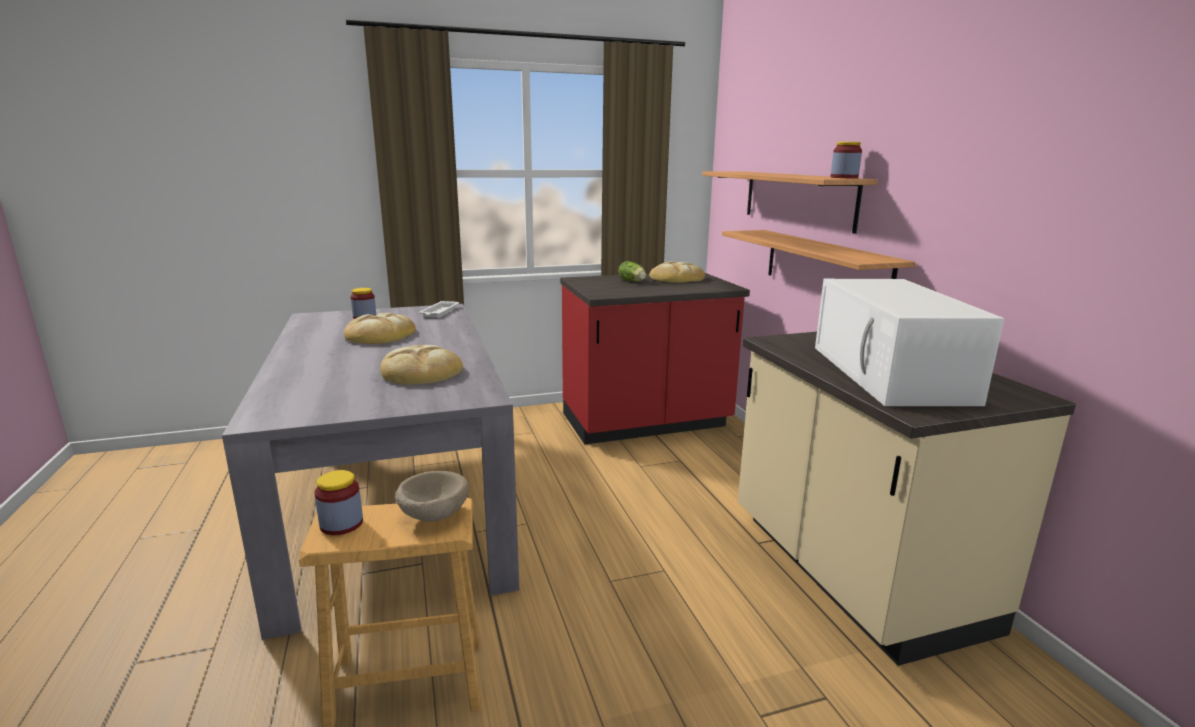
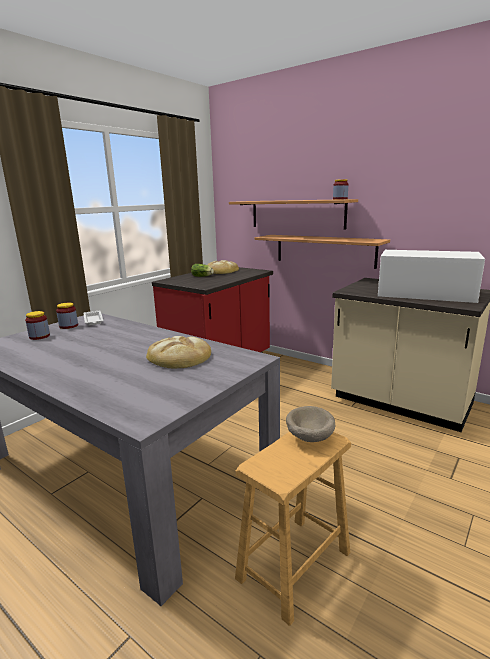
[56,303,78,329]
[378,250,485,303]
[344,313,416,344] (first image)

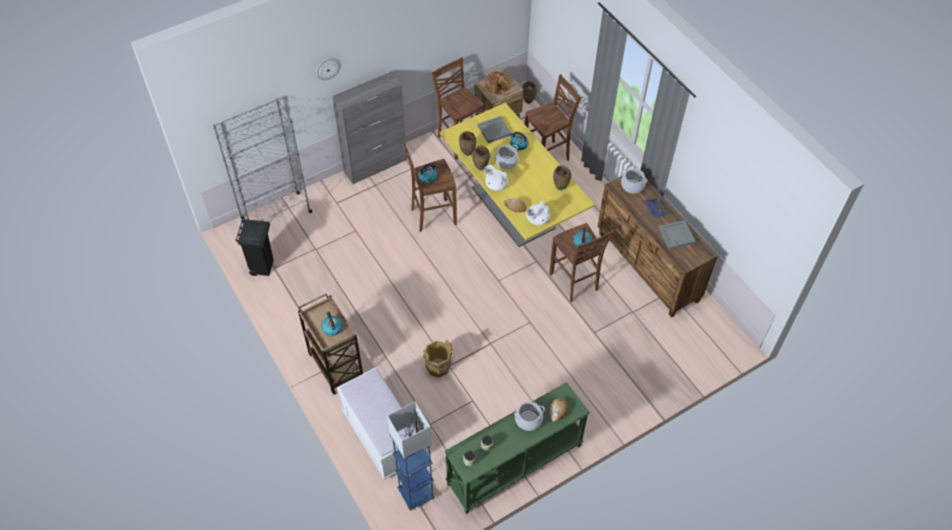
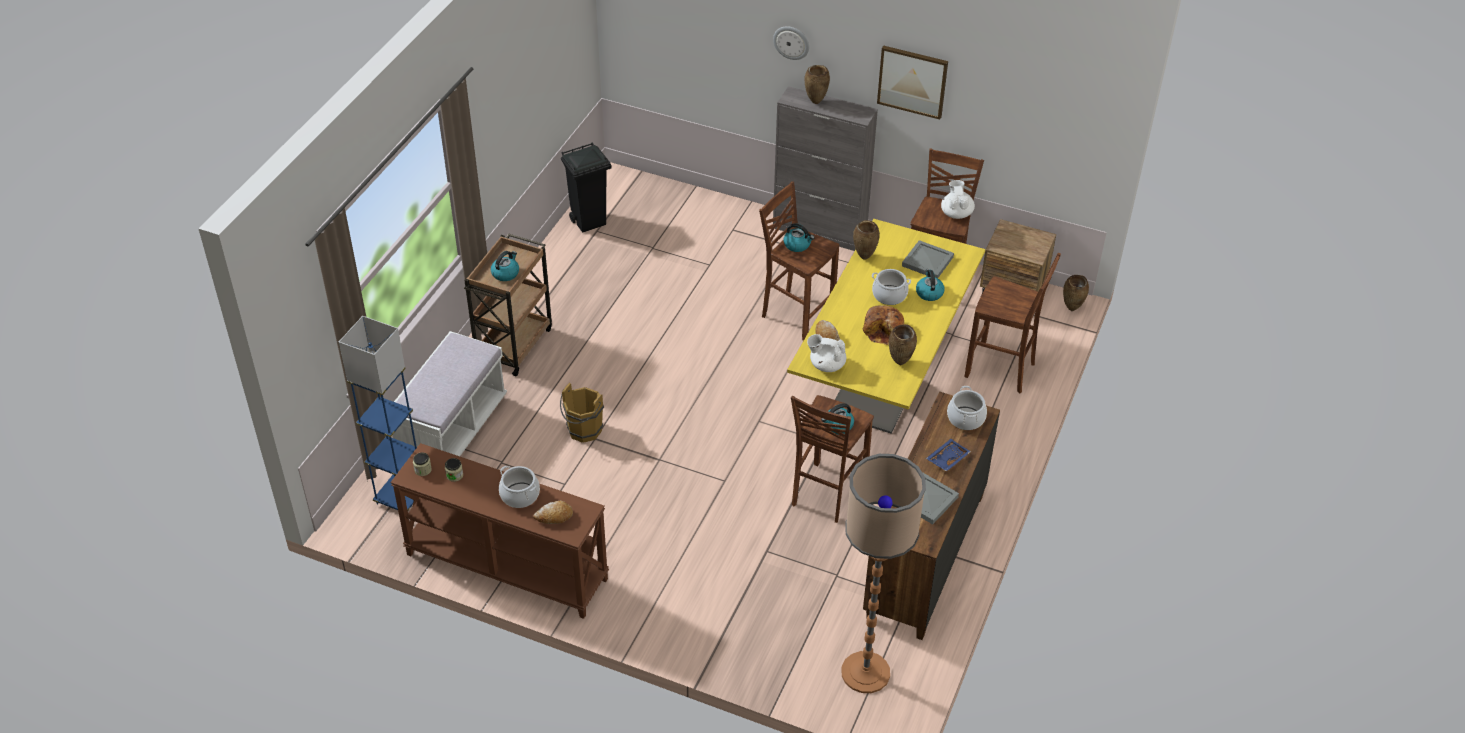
[390,443,609,619]
[805,65,830,104]
[842,454,926,693]
[863,305,904,345]
[877,45,948,120]
[941,180,975,219]
[213,99,312,221] (first image)

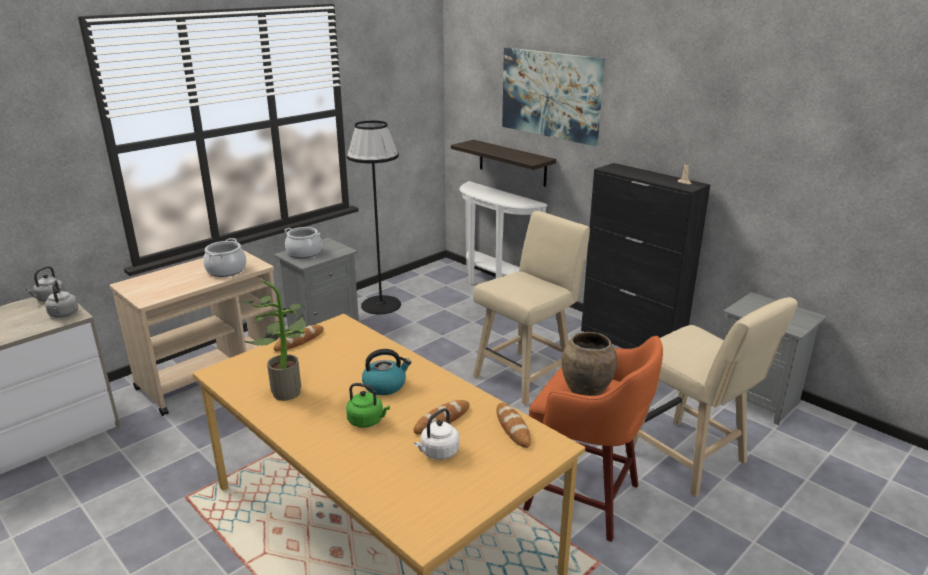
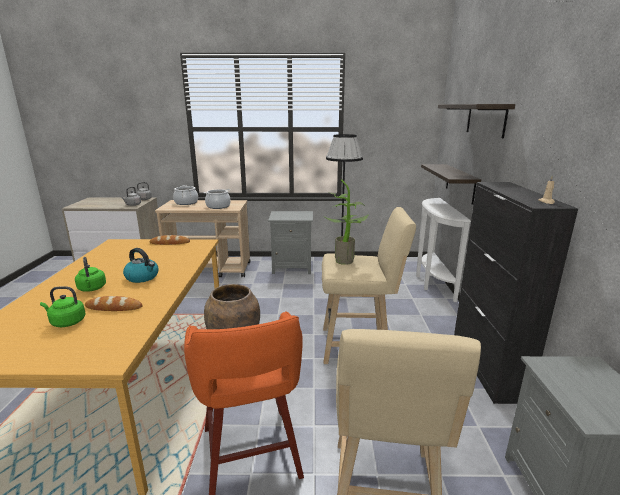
[40,286,85,327]
[173,185,198,205]
[324,180,369,265]
[438,104,515,138]
[496,403,531,448] (first image)

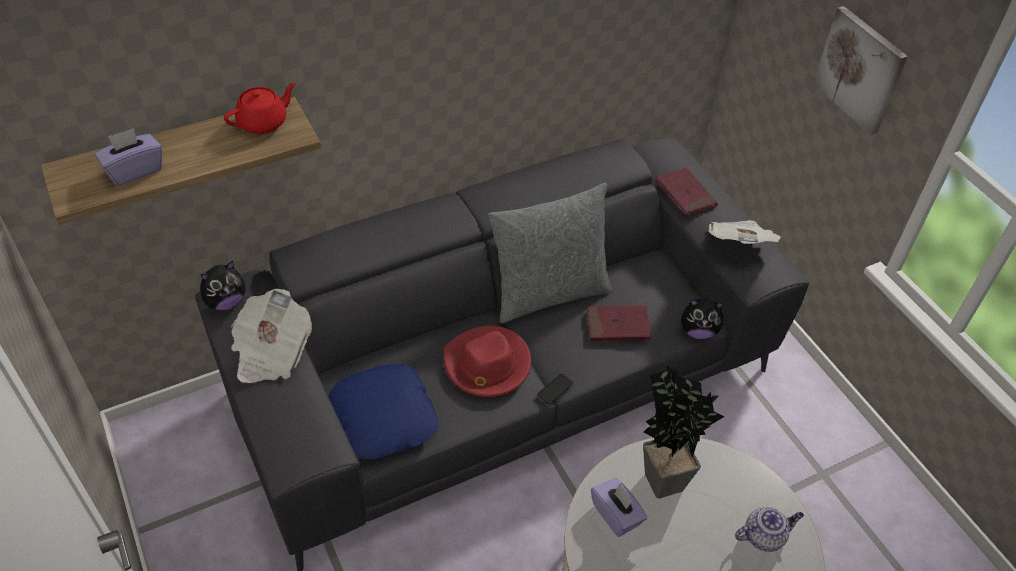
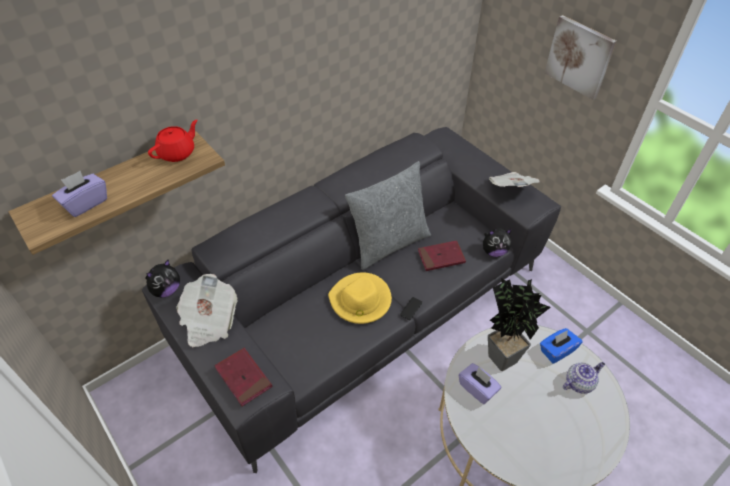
[214,348,272,406]
[328,272,392,324]
[540,328,583,364]
[329,364,439,459] (first image)

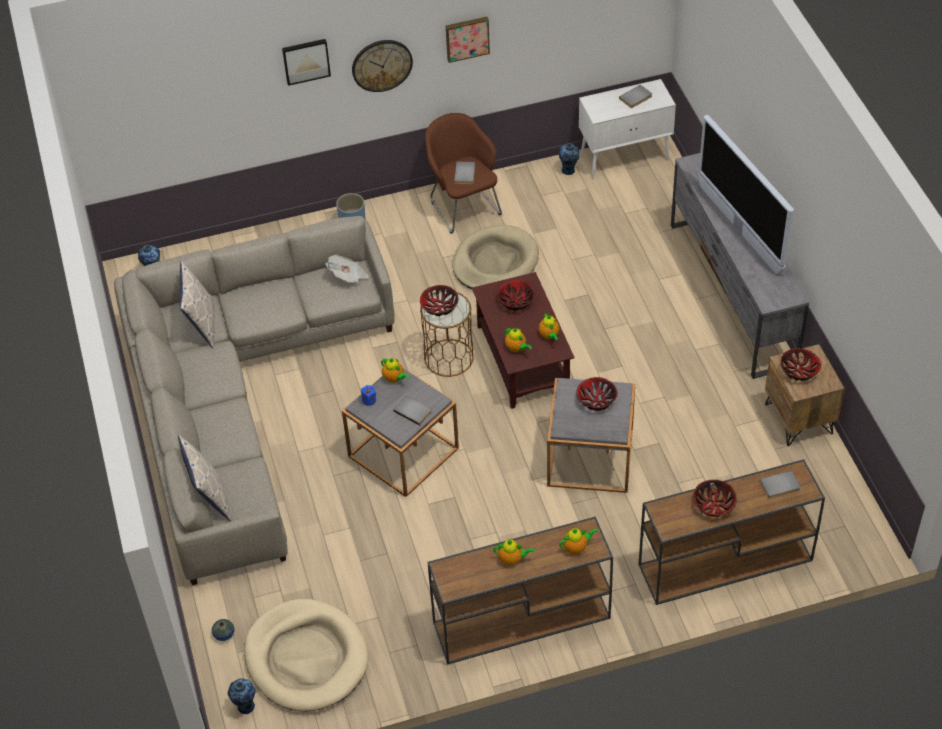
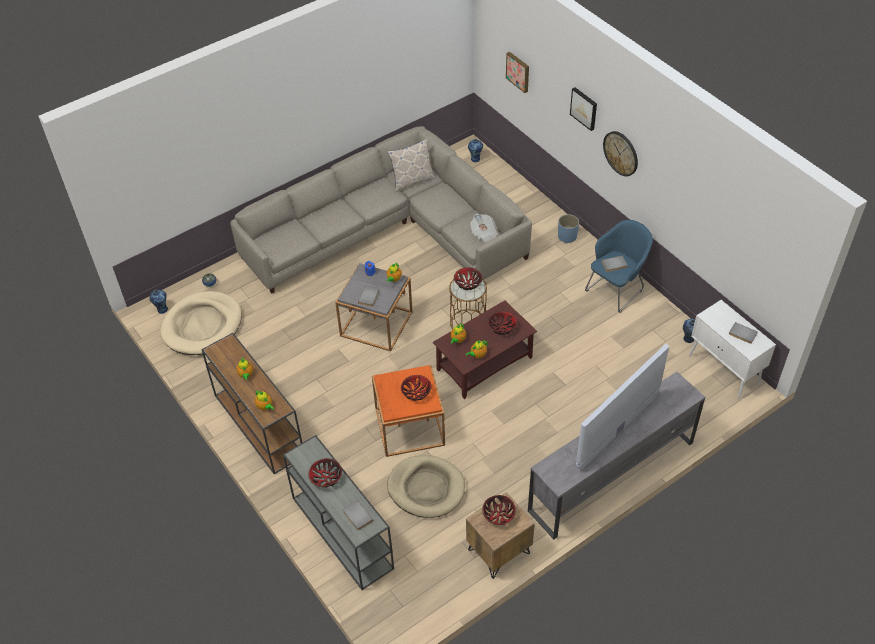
[283,435,394,590]
[372,365,445,457]
[387,455,465,518]
[506,52,529,93]
[585,220,653,313]
[178,435,231,521] (first image)

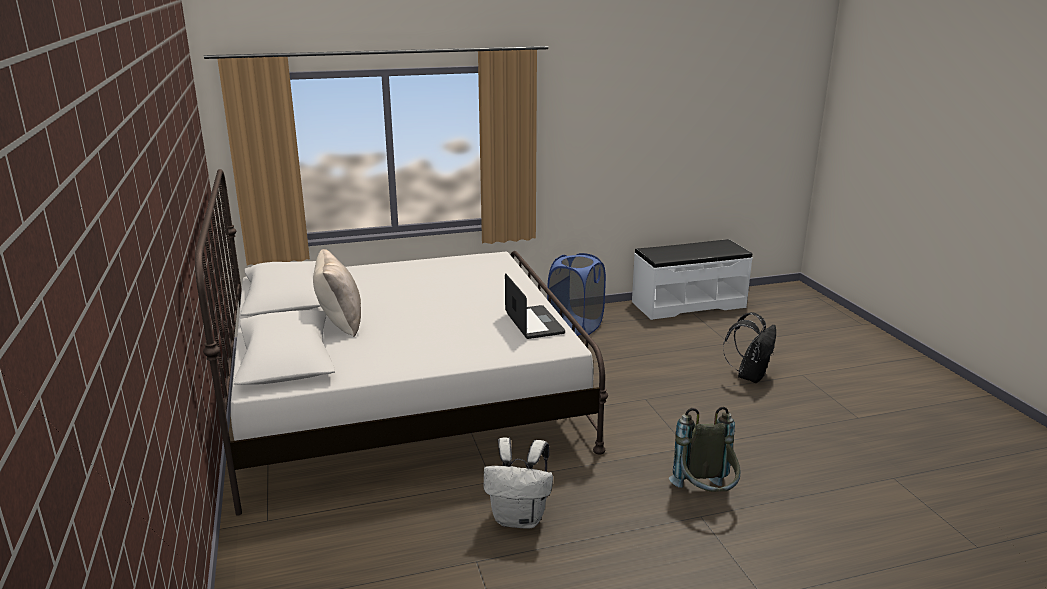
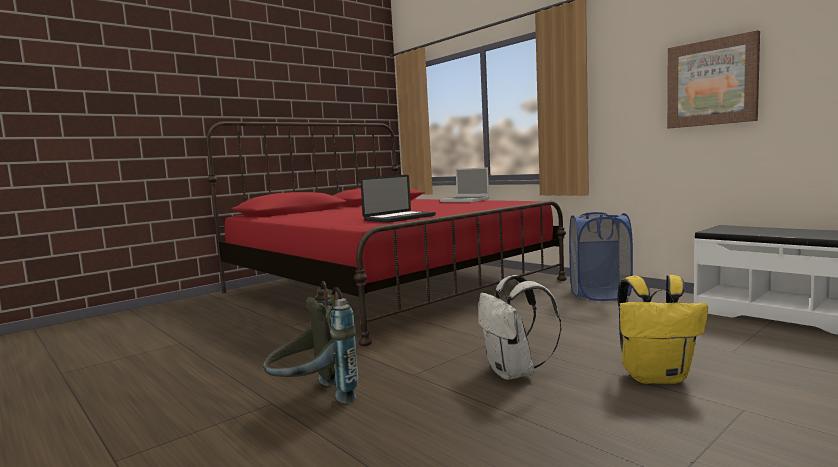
[206,121,567,346]
[440,167,489,202]
[478,275,561,380]
[617,275,708,384]
[667,30,760,128]
[313,249,361,337] (first image)

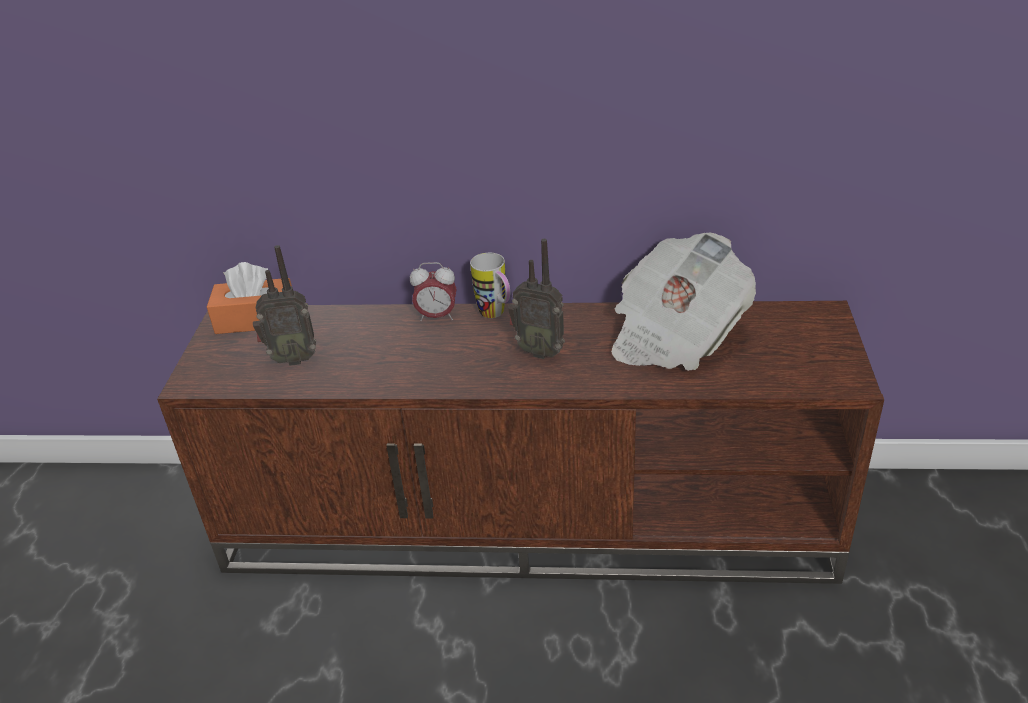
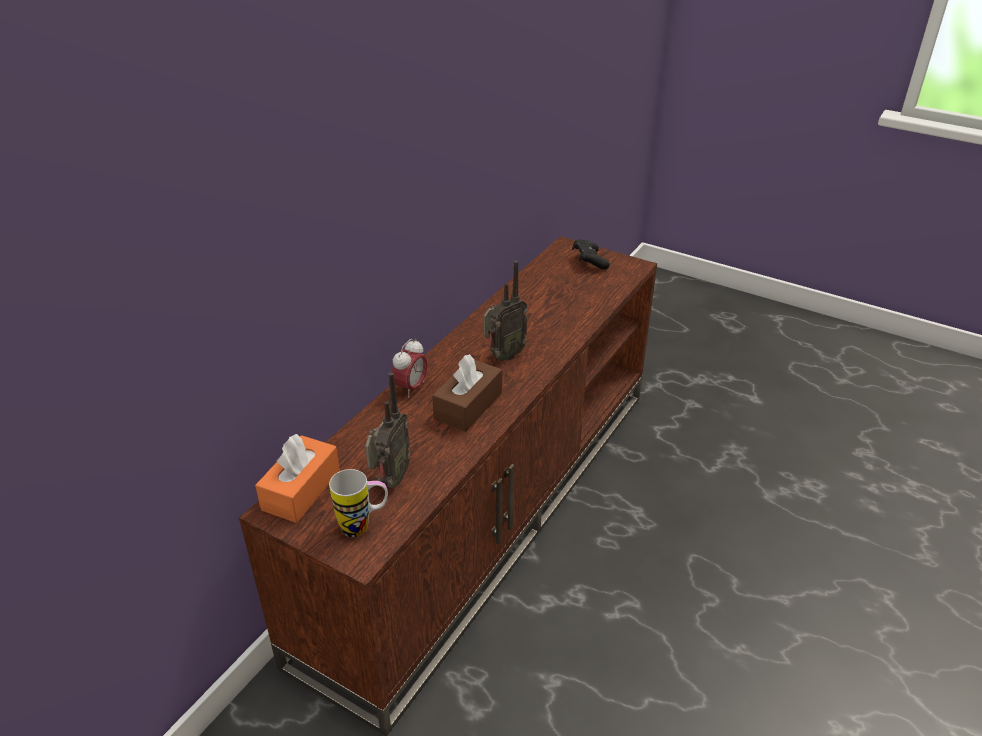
[329,469,388,537]
[432,354,502,432]
[572,239,609,270]
[611,232,756,371] (first image)

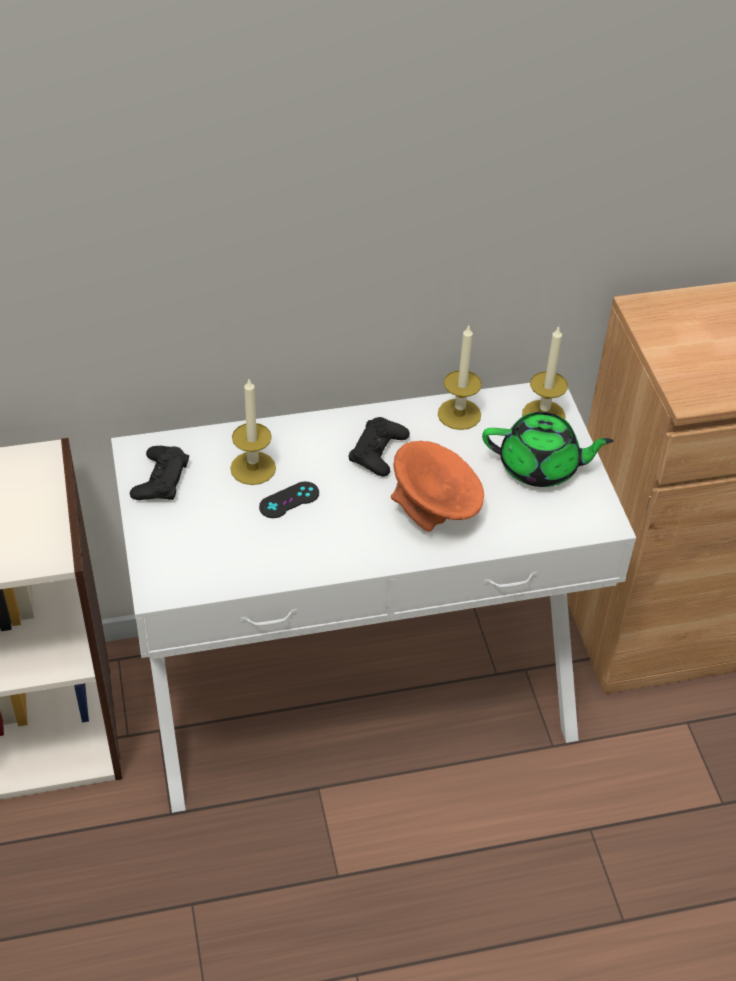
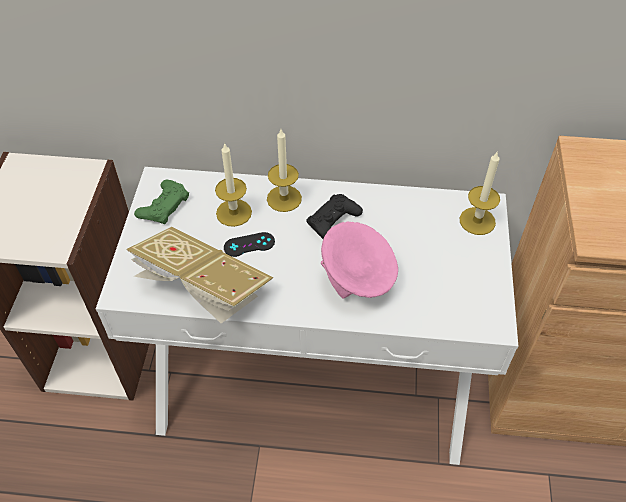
[126,227,273,323]
[134,180,189,224]
[267,129,302,212]
[321,221,398,299]
[482,412,614,487] (first image)

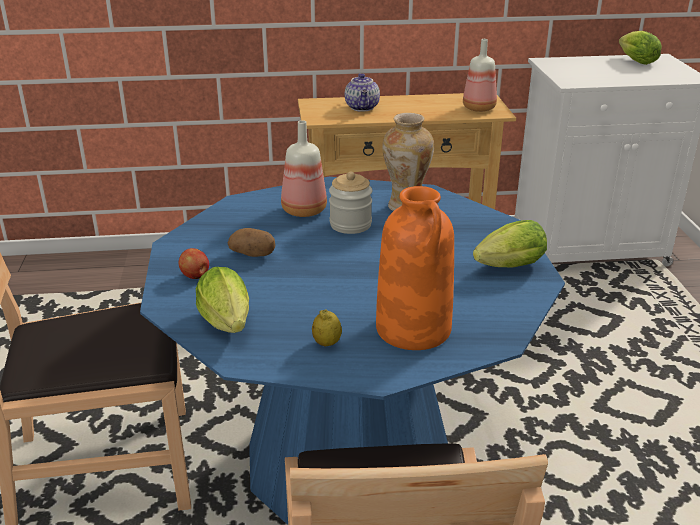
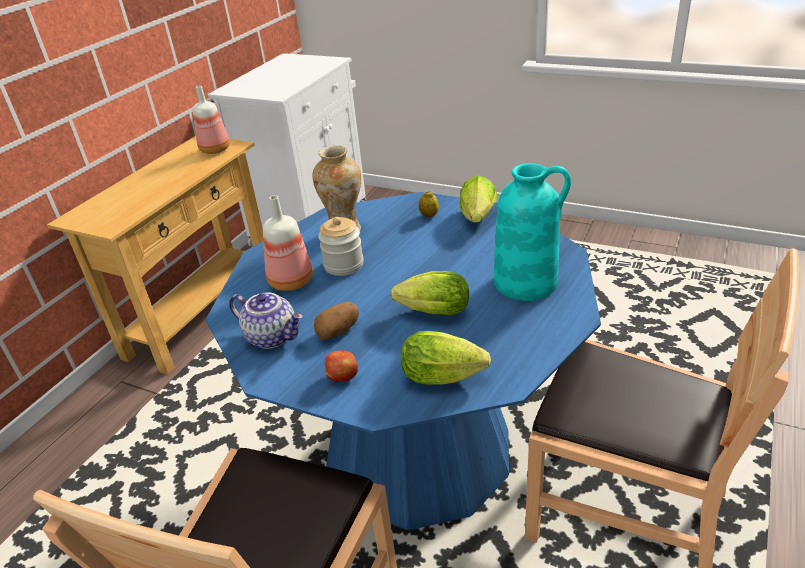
[229,292,303,349]
[391,271,469,315]
[419,191,439,217]
[494,163,571,301]

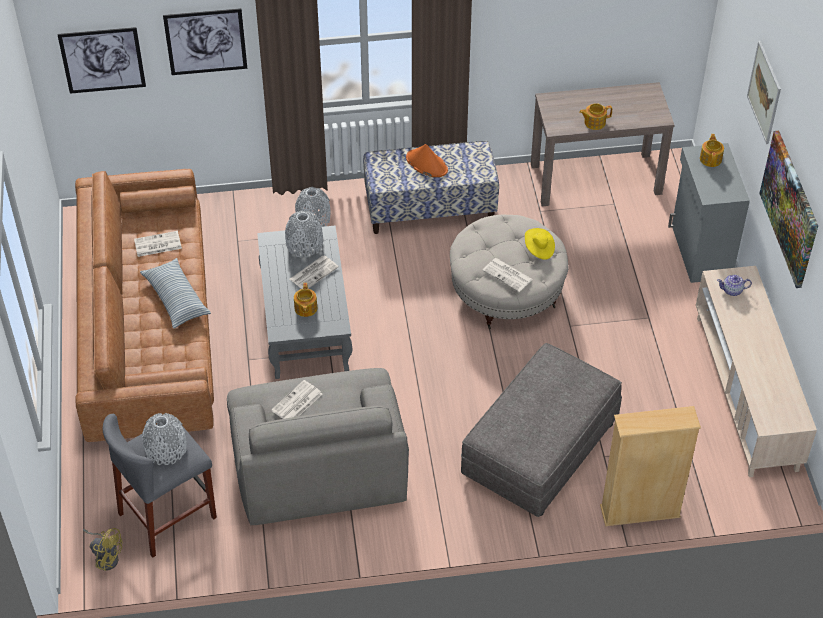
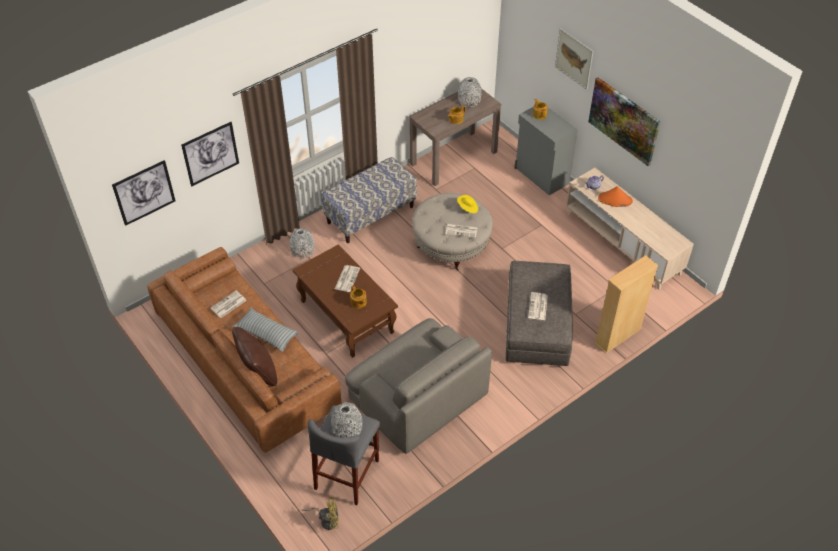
[232,327,277,386]
[293,244,398,358]
[458,77,482,107]
[528,292,548,320]
[598,186,633,207]

